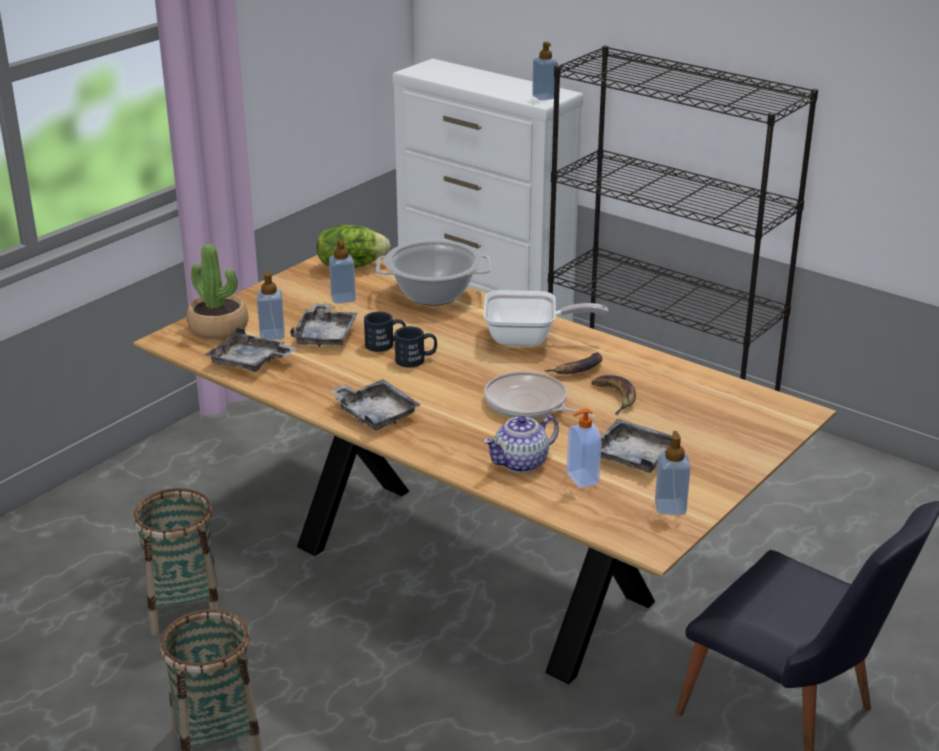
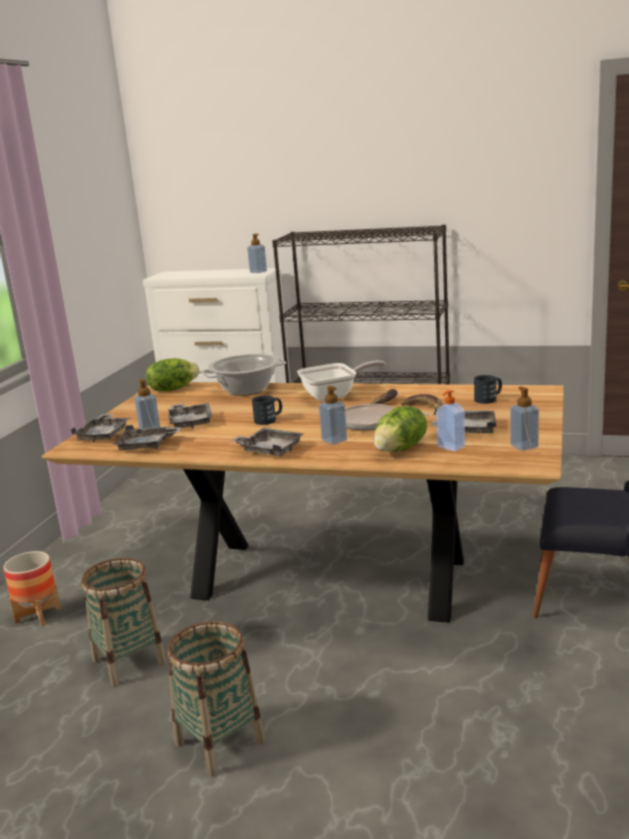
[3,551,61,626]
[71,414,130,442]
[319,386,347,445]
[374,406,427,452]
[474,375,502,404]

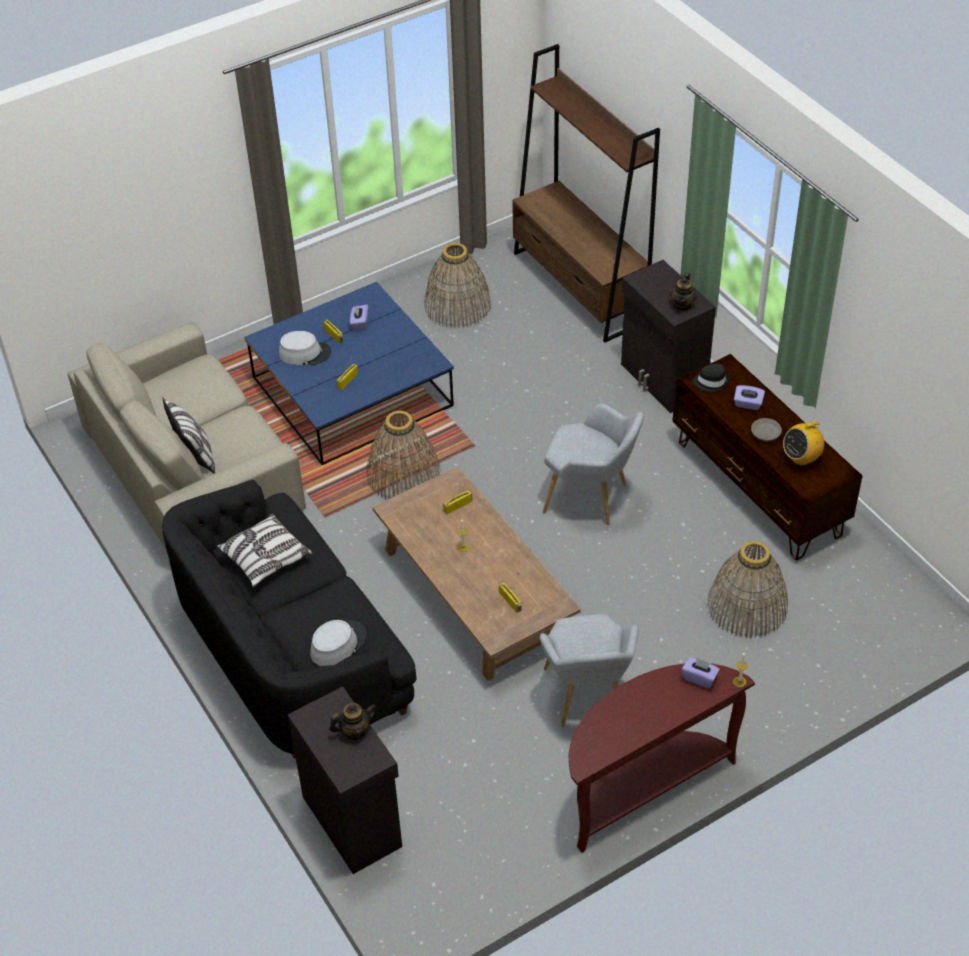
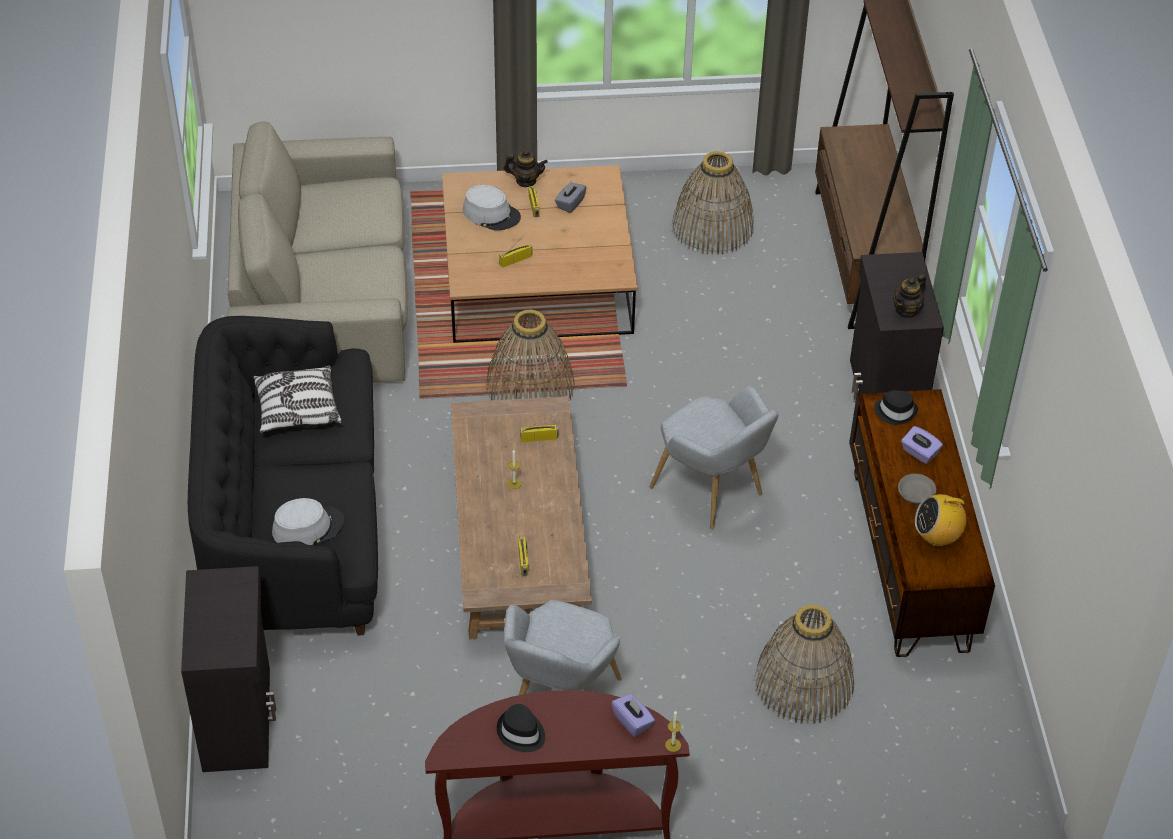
[442,165,638,343]
[497,704,545,752]
[503,150,548,187]
[555,181,587,213]
[163,397,215,474] (first image)

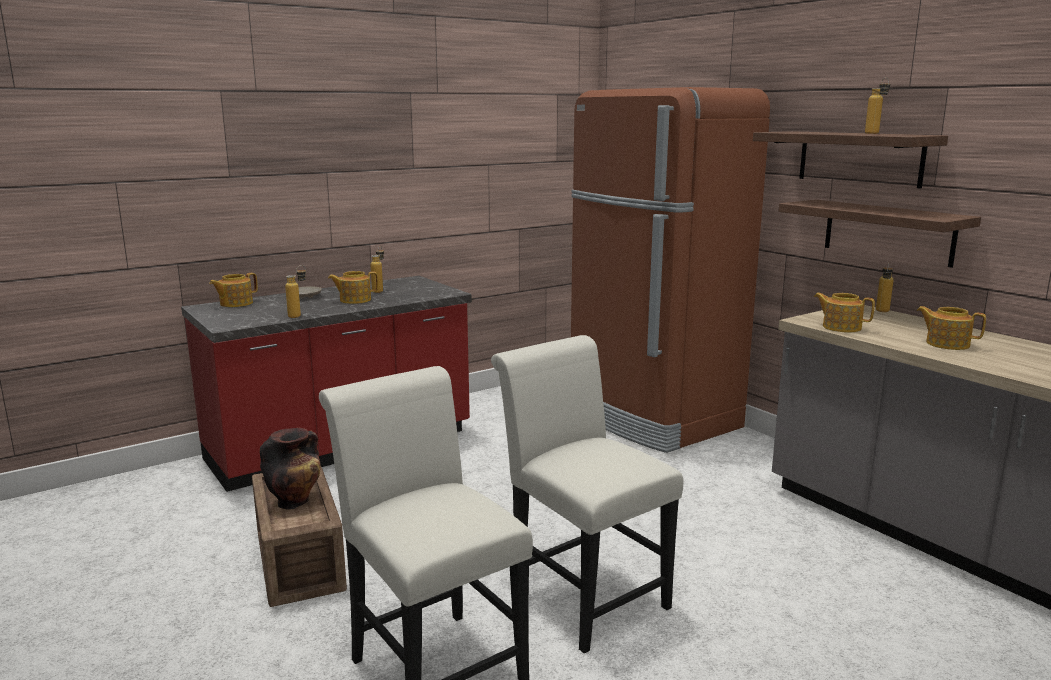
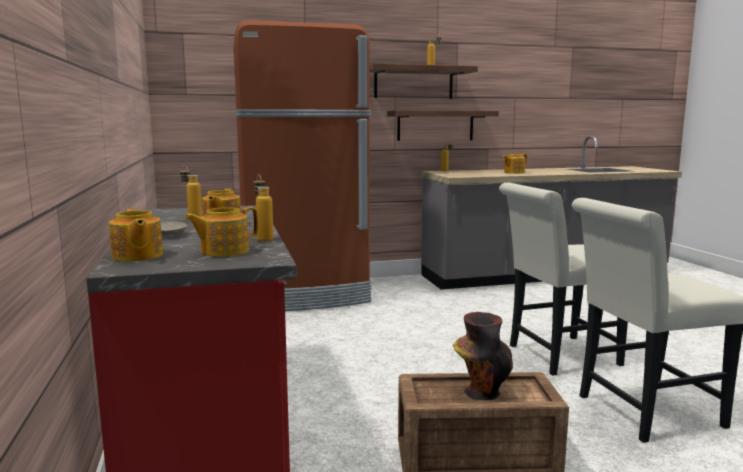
[185,207,258,257]

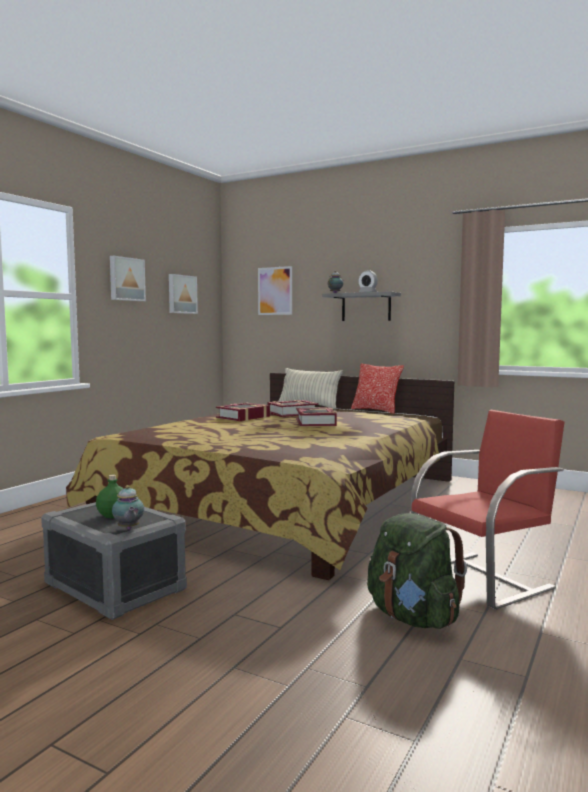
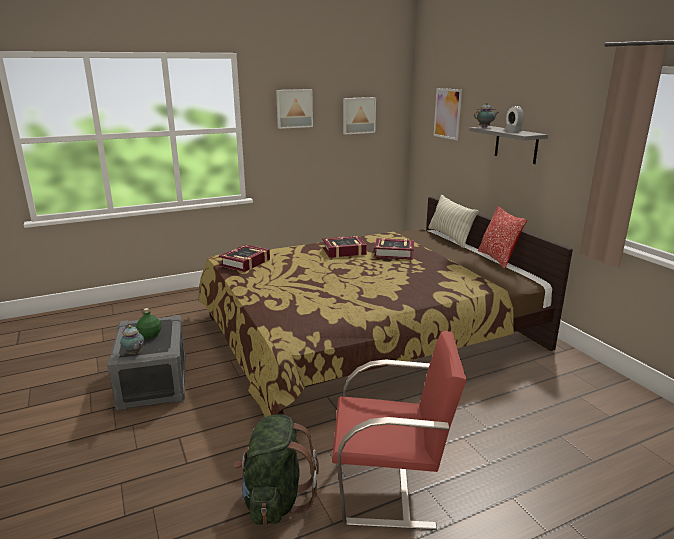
[120,325,144,355]
[219,245,270,272]

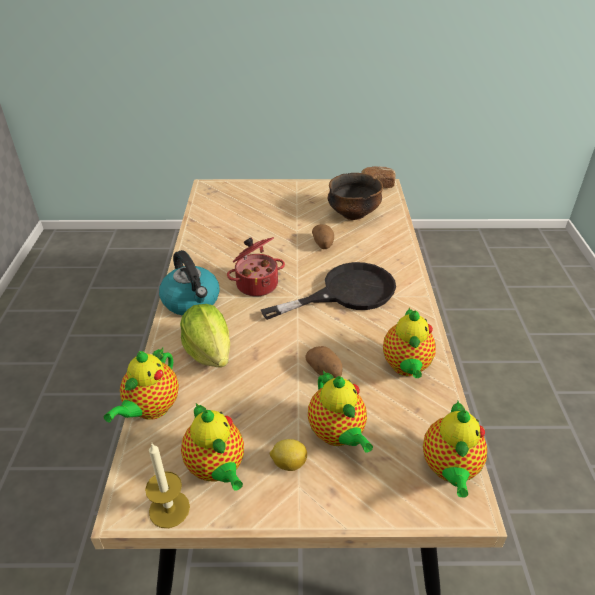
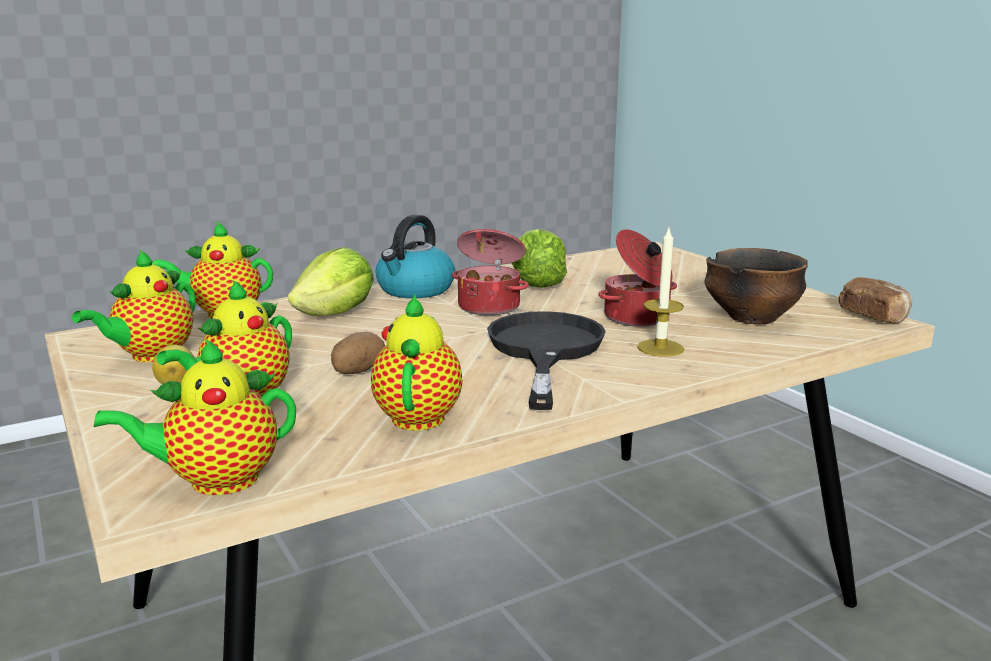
[371,294,462,431]
[487,311,606,410]
[512,229,567,288]
[598,229,677,326]
[637,228,684,357]

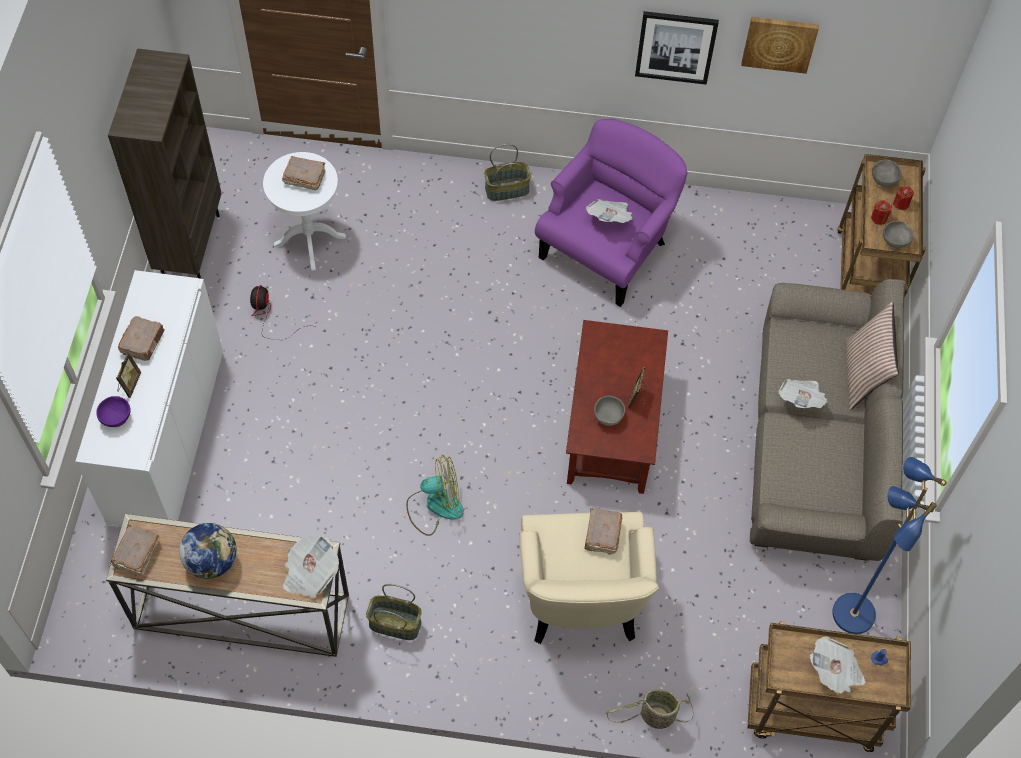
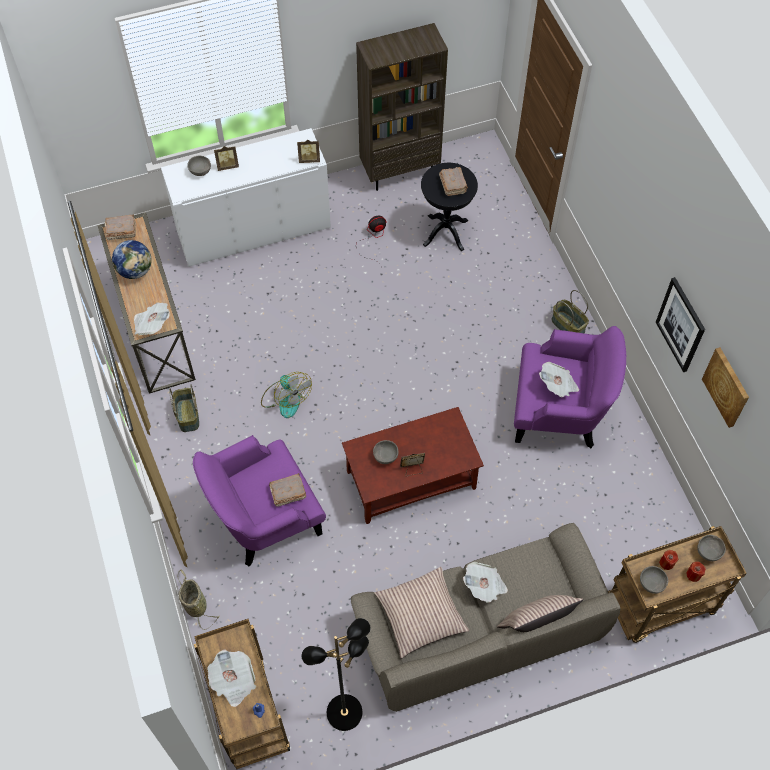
[187,156,211,176]
[193,435,326,567]
[297,140,320,163]
[302,618,371,731]
[374,567,469,659]
[421,163,478,251]
[118,316,164,361] (first image)

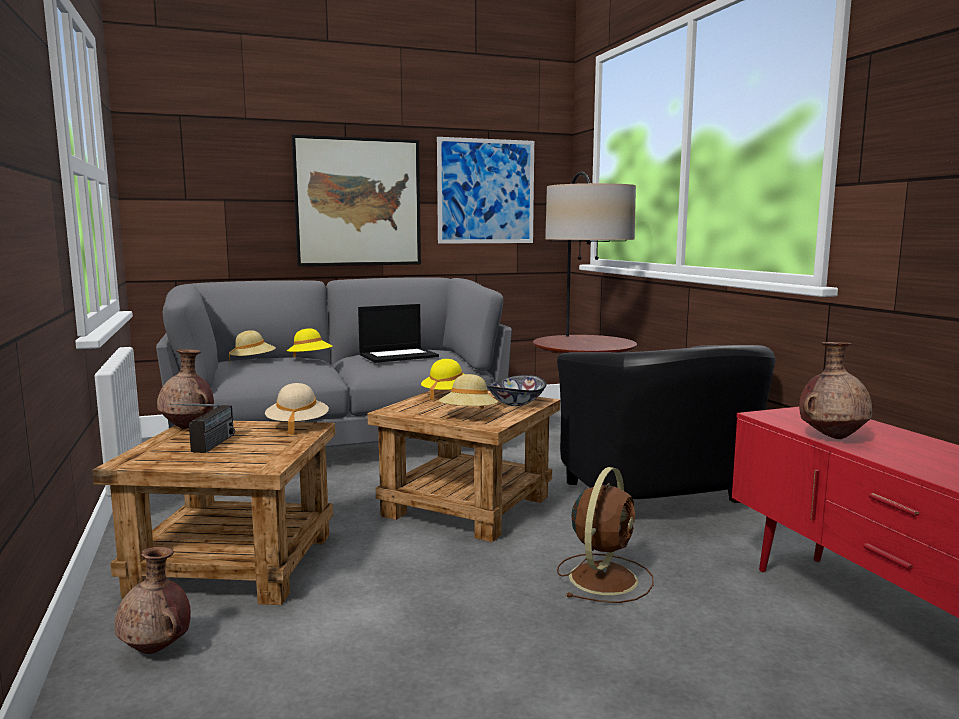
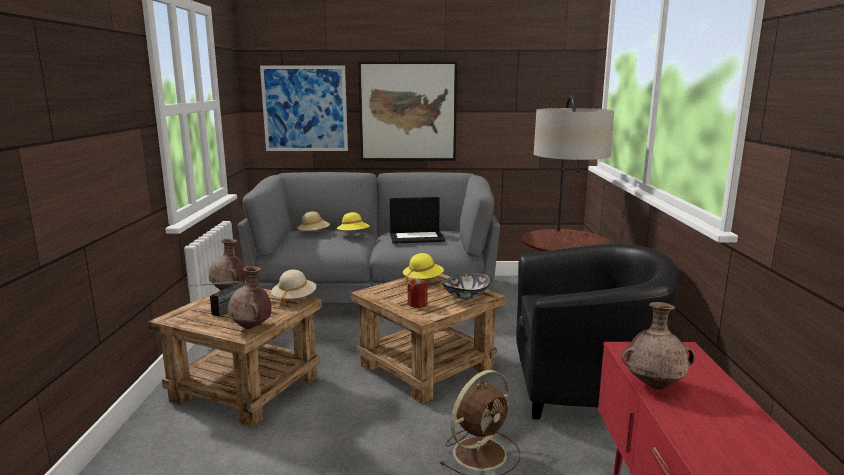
[228,266,271,329]
[260,66,348,151]
[407,278,428,308]
[516,244,680,419]

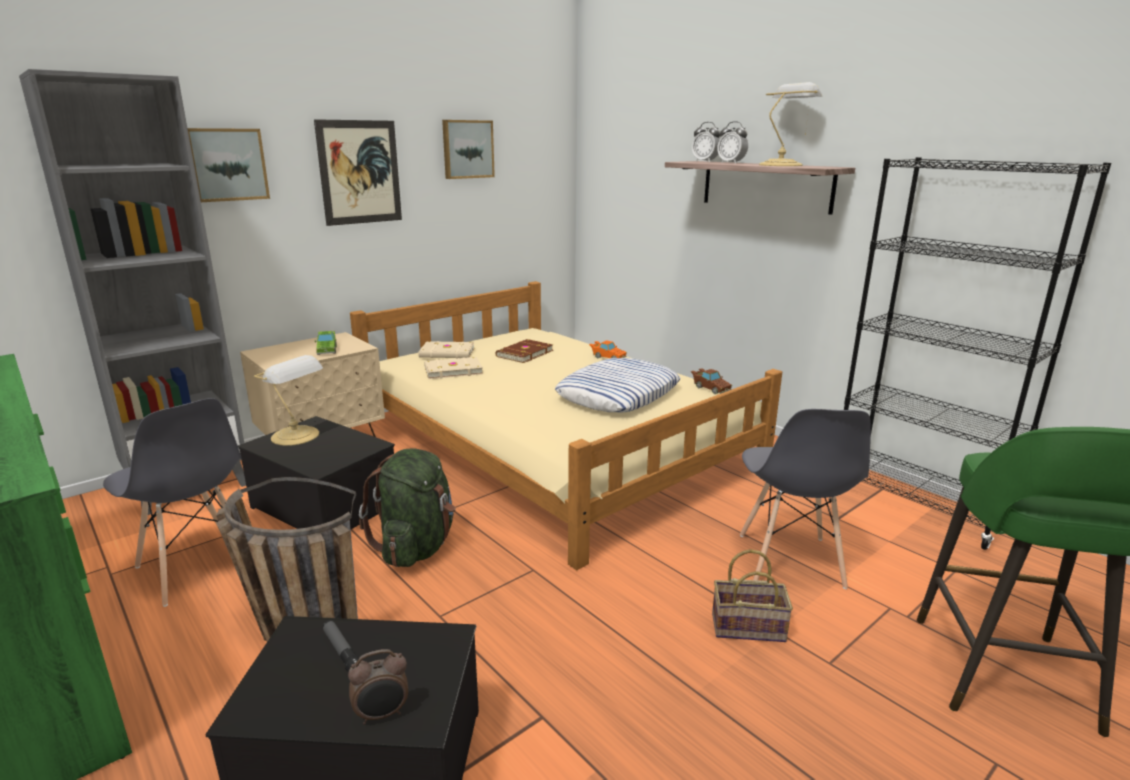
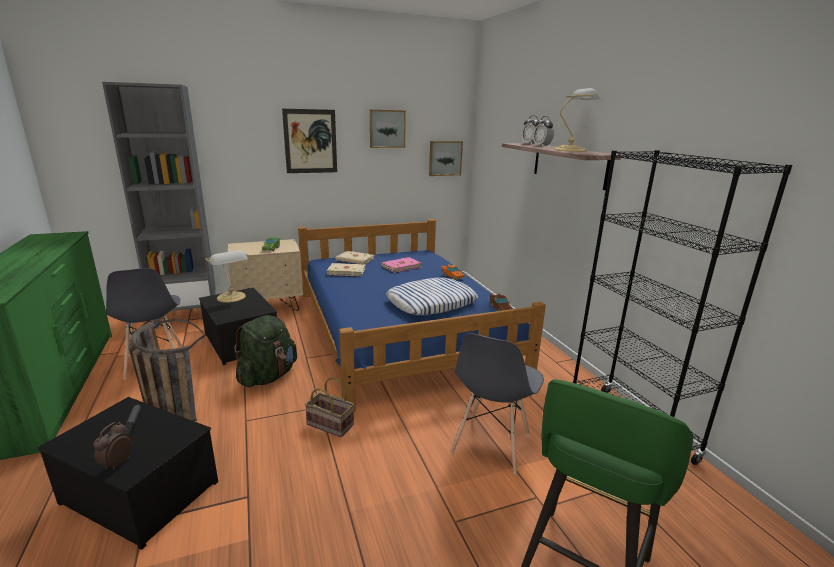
[93,422,132,470]
[298,219,546,412]
[305,377,354,437]
[381,257,421,273]
[429,141,463,176]

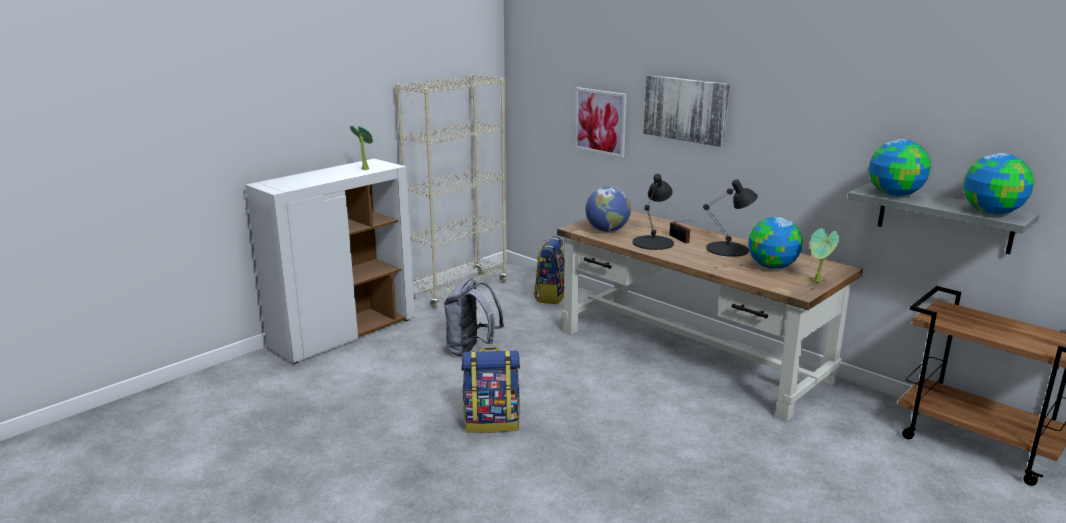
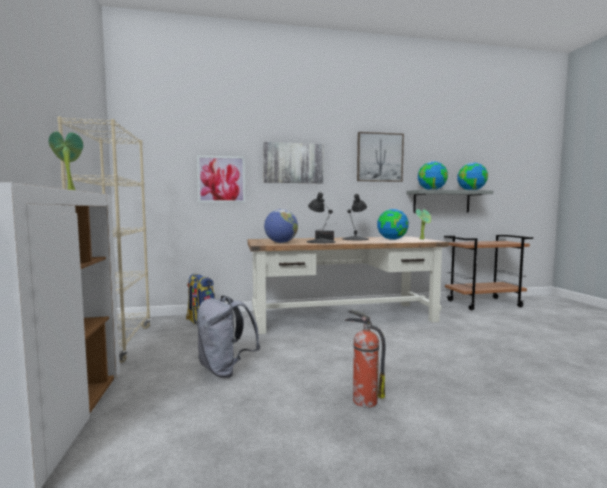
[345,310,386,408]
[357,132,404,182]

